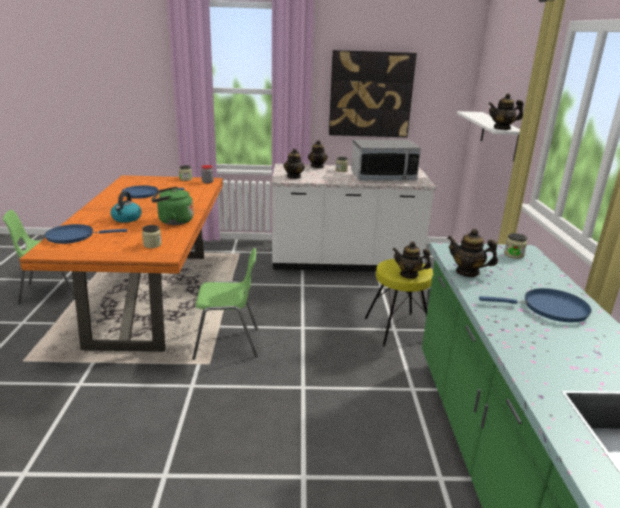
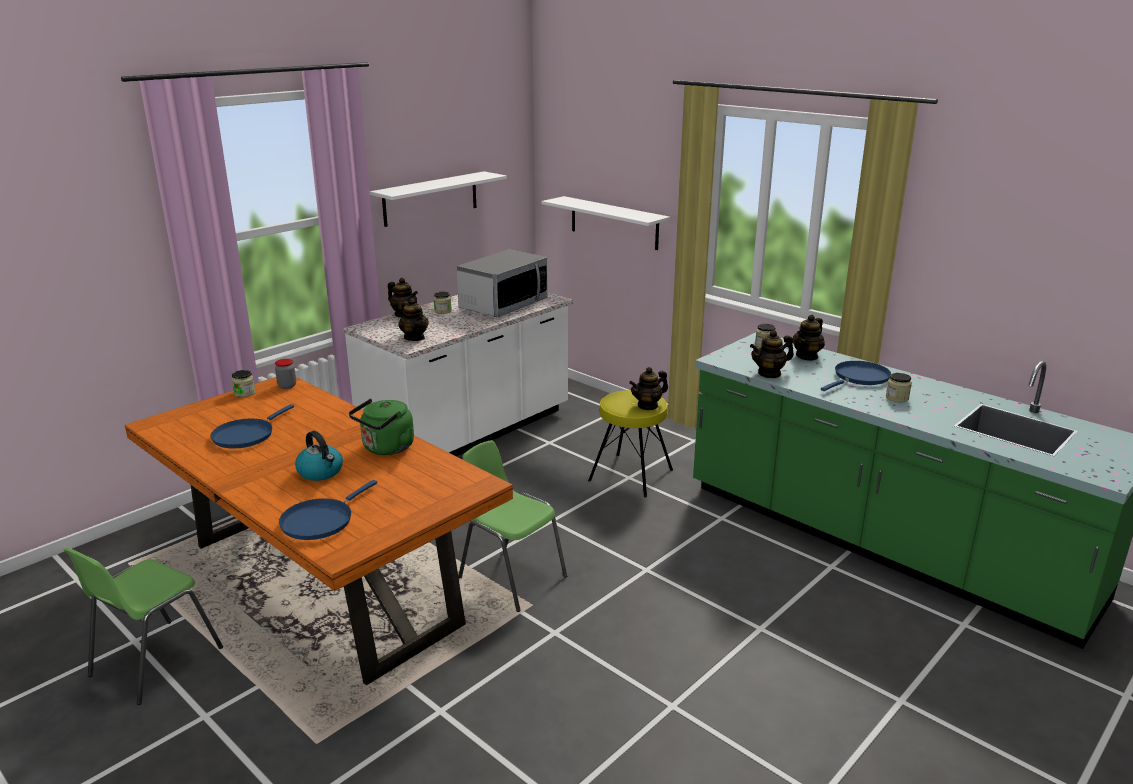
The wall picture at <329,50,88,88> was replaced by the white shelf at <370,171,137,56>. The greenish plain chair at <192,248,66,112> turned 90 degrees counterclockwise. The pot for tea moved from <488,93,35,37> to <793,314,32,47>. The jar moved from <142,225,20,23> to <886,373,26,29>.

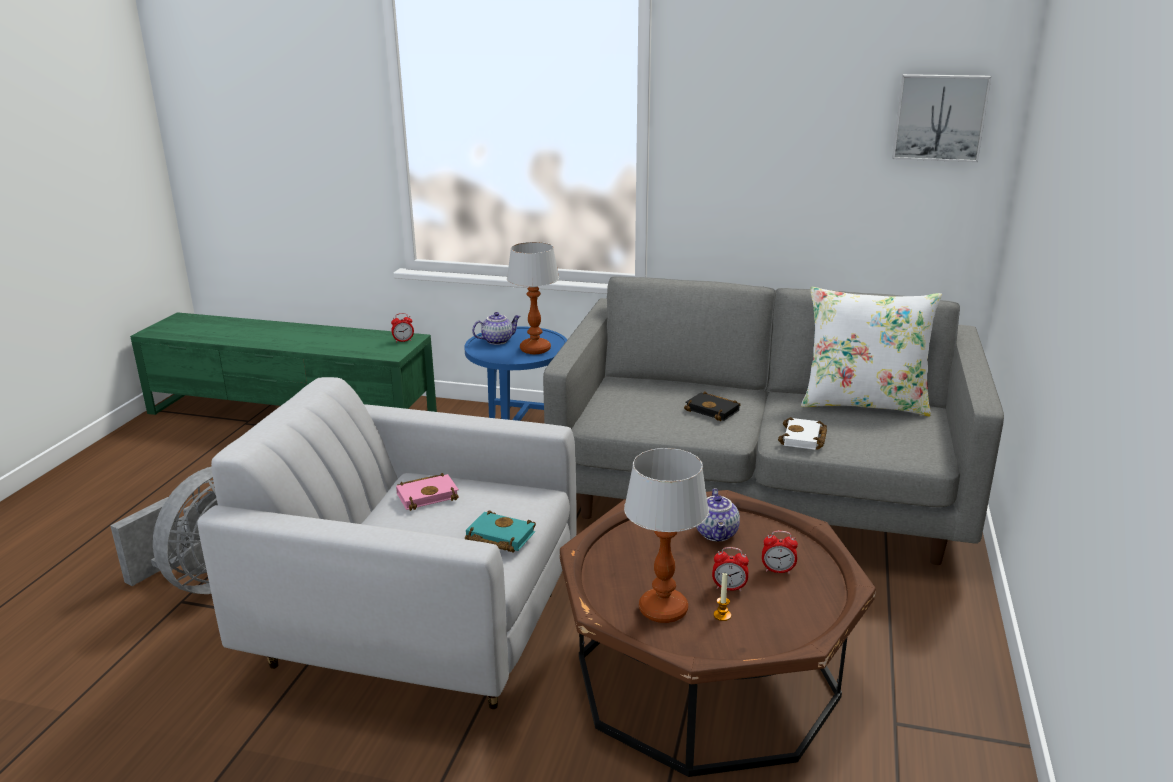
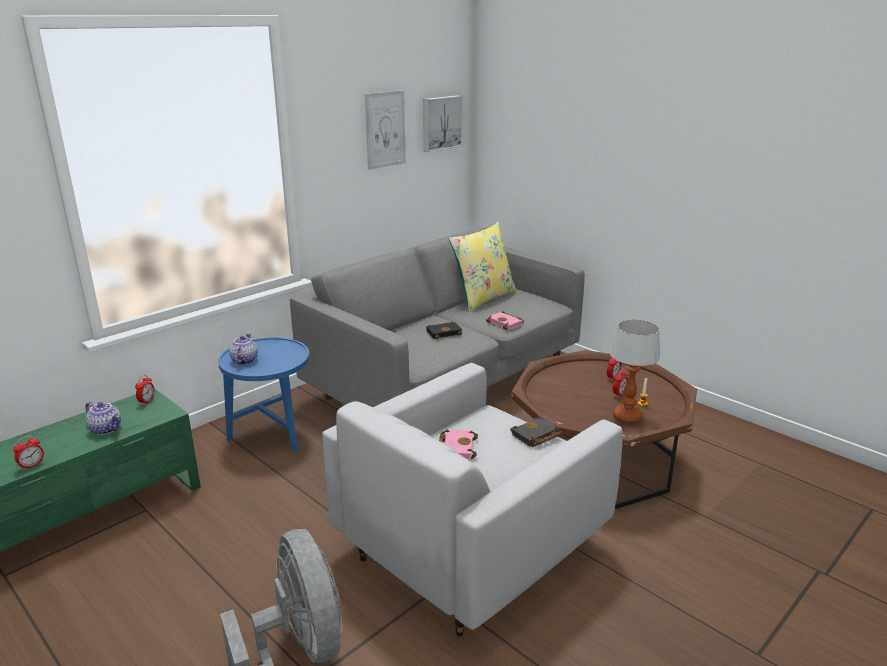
The table clock at <13,436,31,34> appeared. The pot for tea moved from <696,488,44,54> to <86,402,35,33>. The wall picture at <365,90,41,80> appeared. The white pillow at <801,287,141,129> became the yellow-coloured pillow at <449,222,67,90>. The white book at <778,417,49,33> became the pink book at <486,311,38,19>. The turquoise book at <465,511,71,42> became the black book at <510,416,52,31>. The table lamp at <507,242,52,112> disappeared.

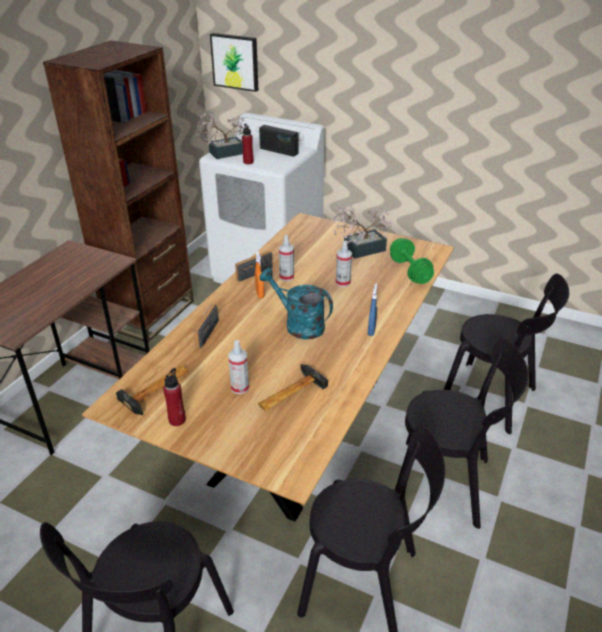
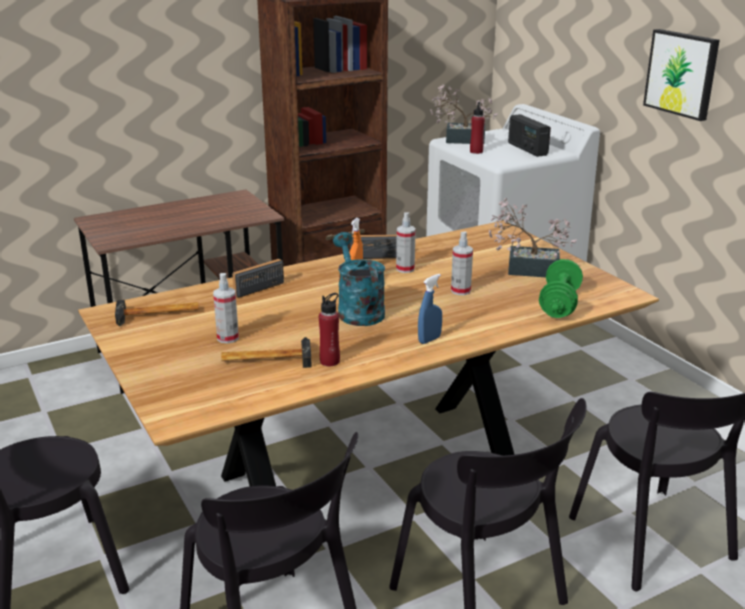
The red-coloured bottle moved from <163,368,23,58> to <319,293,21,73>. The wall picture moved from <210,33,48,59> to <643,29,77,92>.

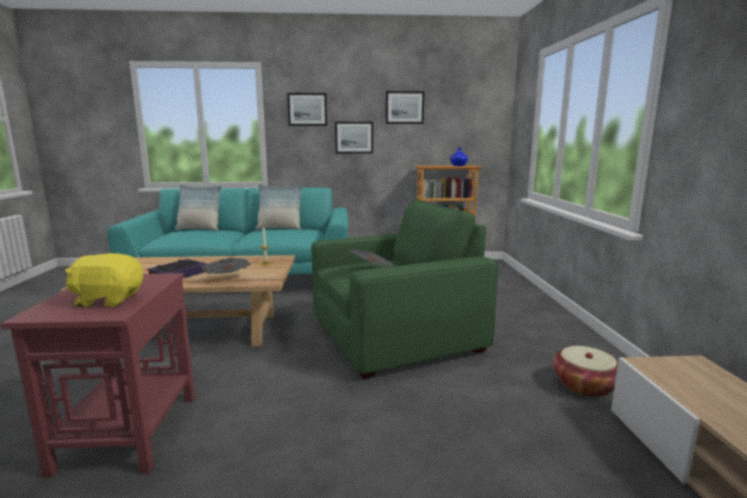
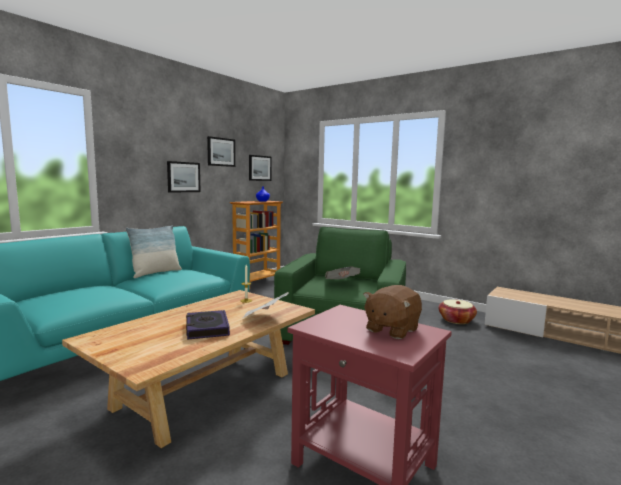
The wall picture moved from <287,93,40,33> to <249,155,23,26>. The yellow-coloured soft toy at <65,253,78,54> became the brown-coloured soft toy at <363,285,59,54>. The pillow at <175,184,47,47> disappeared.

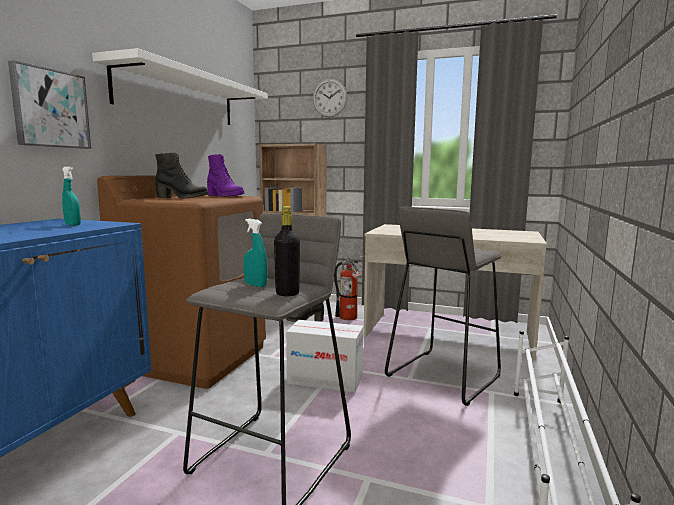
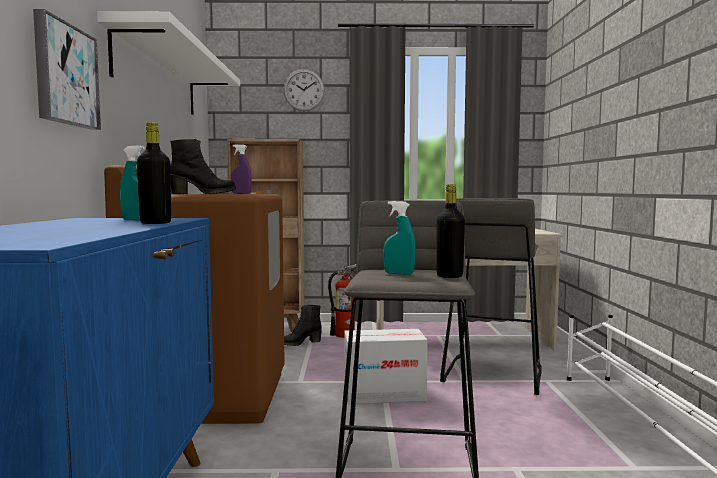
The black bottle at <137,122,34,102> appeared. The purple-coloured tall boot at <207,154,37,43> was replaced by the purple-coloured sprayer at <231,144,21,50>.

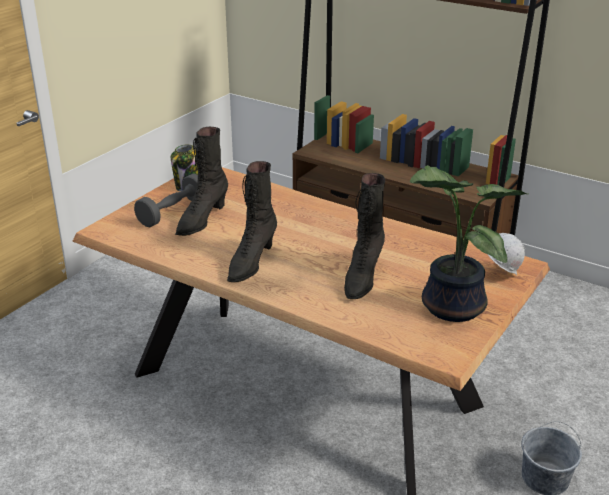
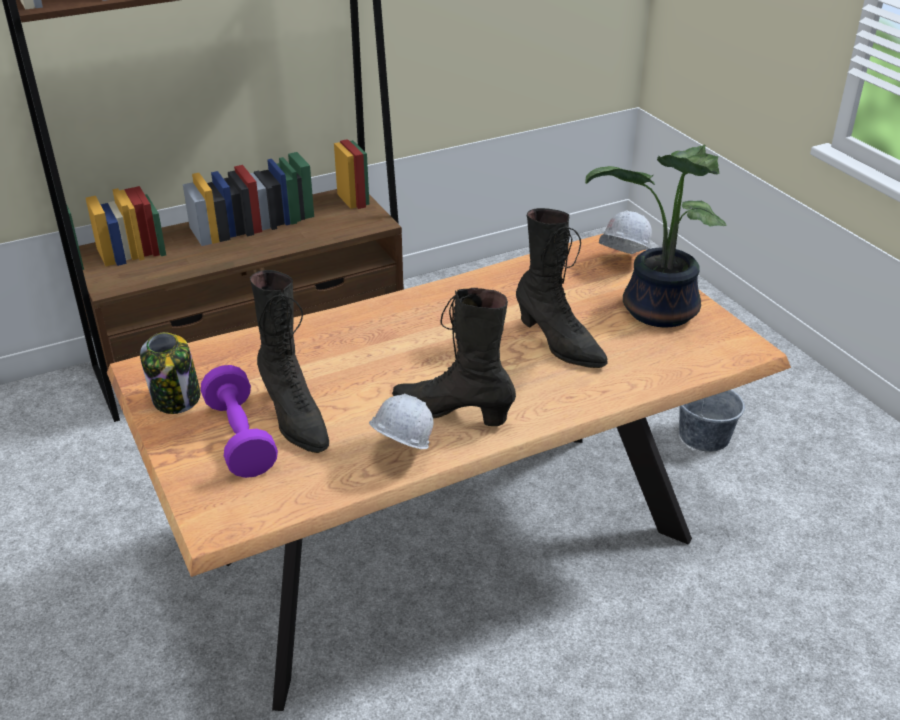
The gray free weight at <134,174,64,53> became the purple-coloured free weight at <201,365,77,113>. The white work helmet at <369,394,64,55> appeared. The black tall boot at <227,161,50,121> turned 150 degrees clockwise.

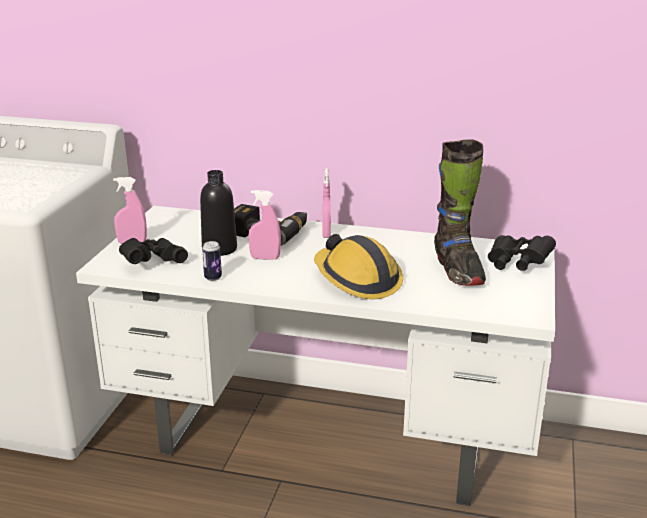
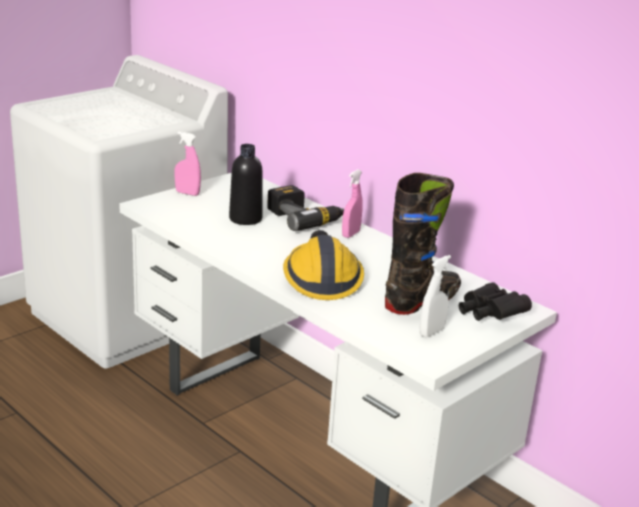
The black tall boot at <434,139,52,147> turned 150 degrees counterclockwise. The white sprayer at <420,255,31,82> appeared. The black pair of binoculars at <119,238,69,26> disappeared. The sealed can at <202,241,20,40> disappeared. The pink sprayer at <249,190,32,70> disappeared.

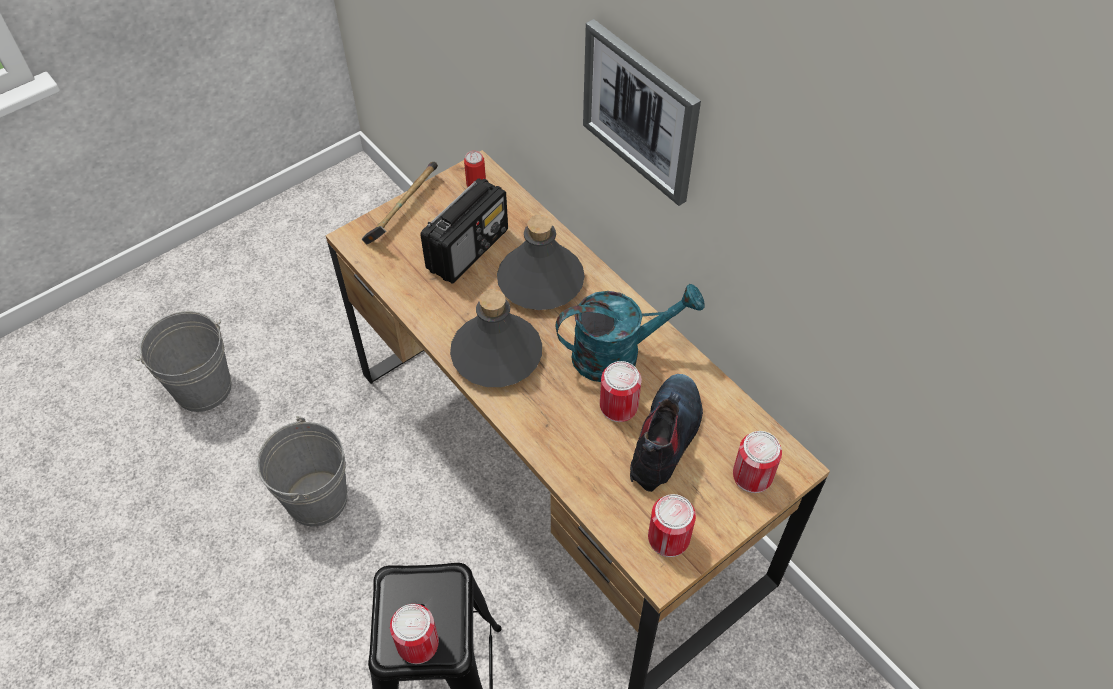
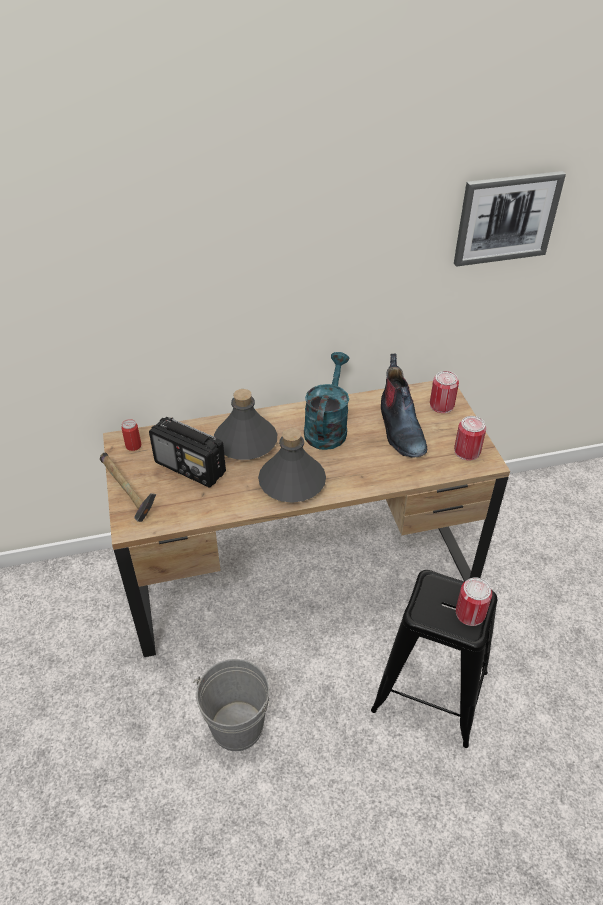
The radio set at <420,178,88,105> turned 150 degrees clockwise. The tall boot at <630,374,73,118> turned 150 degrees counterclockwise. The wall picture moved from <583,19,118,187> to <454,171,112,96>. The gray water bucket at <134,311,98,101> disappeared. The sealed can at <600,361,42,61> disappeared.

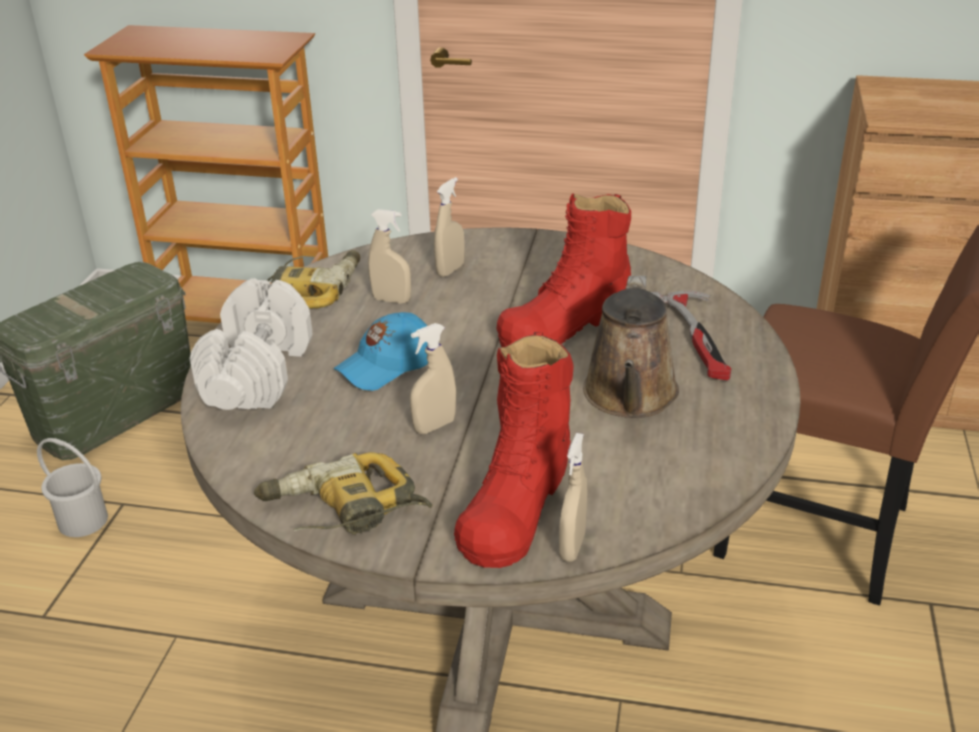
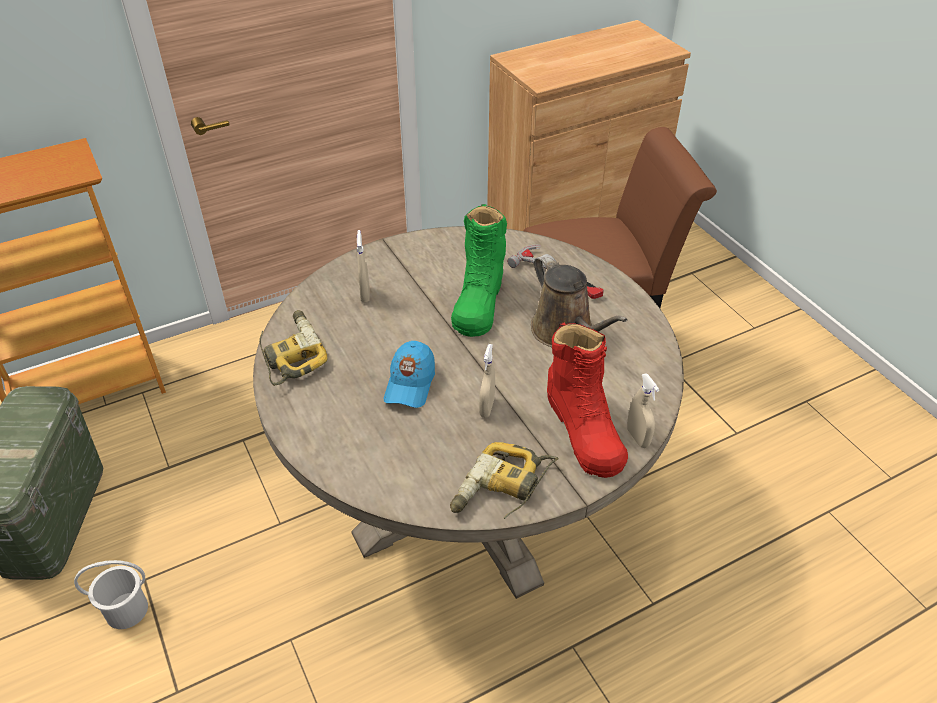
The red-coloured tall boot at <497,194,134,154> became the greenish tall boot at <451,204,56,133>. The white free weight at <189,278,123,132> disappeared. The beige-coloured sprayer at <368,209,43,95> disappeared.

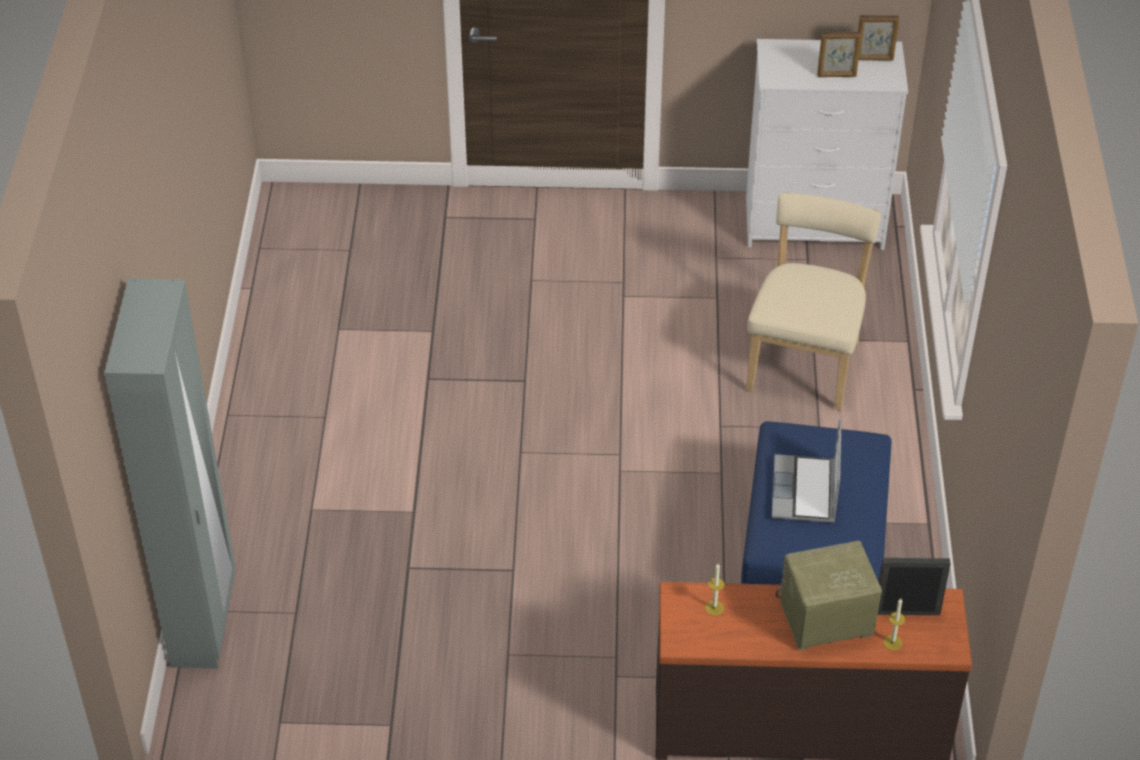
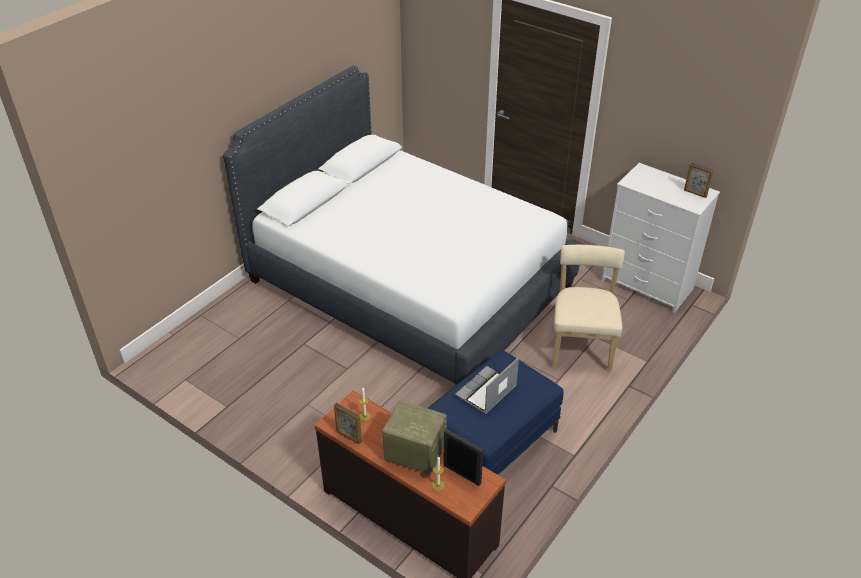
The white bedroom bed at <223,66,359,319> appeared. The standing frame moved from <817,32,45,45> to <334,403,28,41>. The beige-coloured plain chair at <746,193,135,218> turned 45 degrees counterclockwise. The gray clothes cupboard at <104,278,132,391> disappeared.

